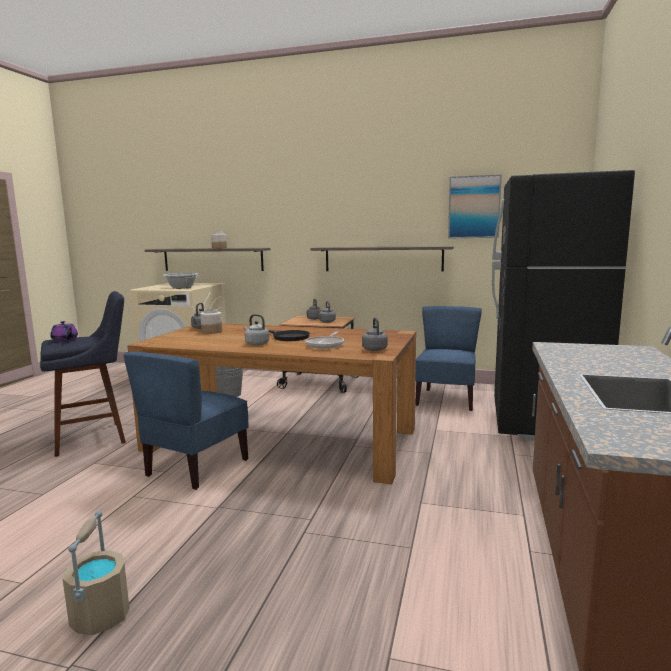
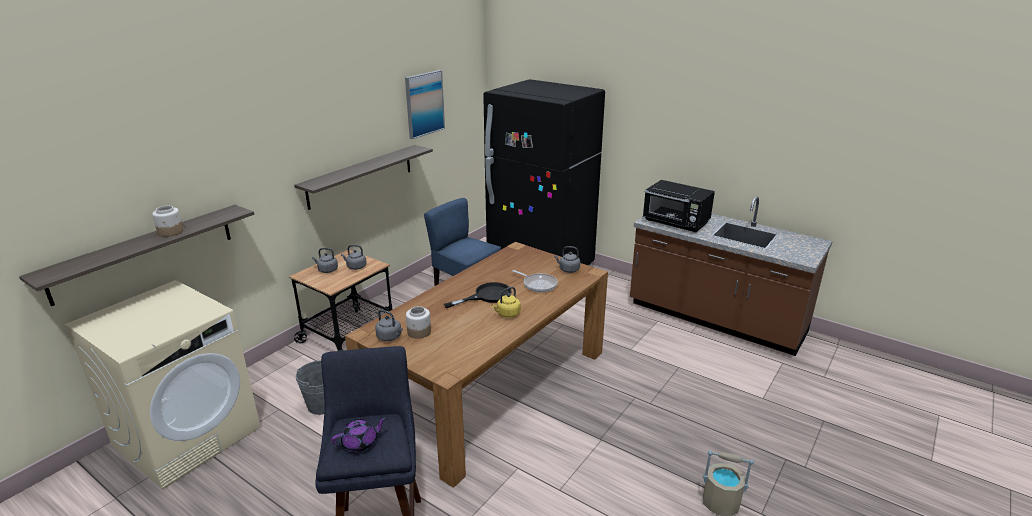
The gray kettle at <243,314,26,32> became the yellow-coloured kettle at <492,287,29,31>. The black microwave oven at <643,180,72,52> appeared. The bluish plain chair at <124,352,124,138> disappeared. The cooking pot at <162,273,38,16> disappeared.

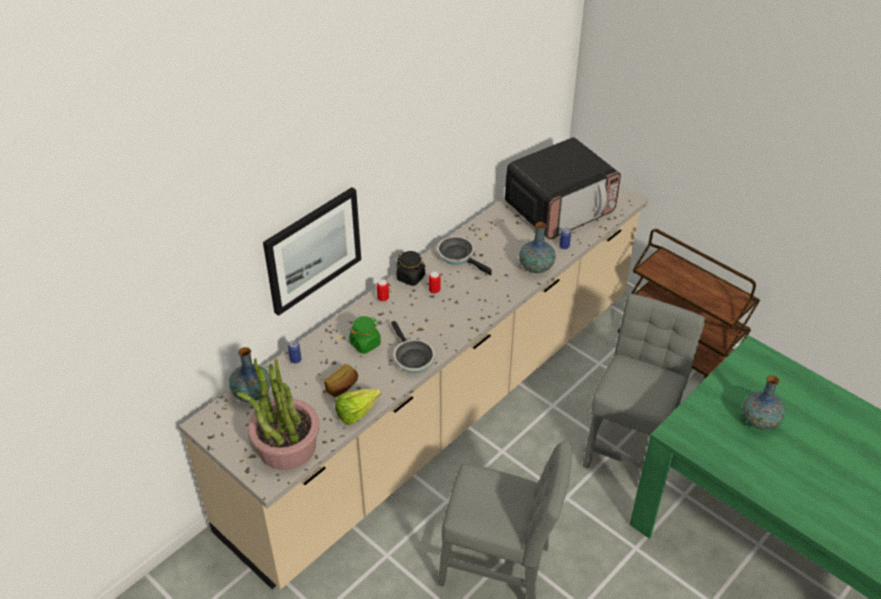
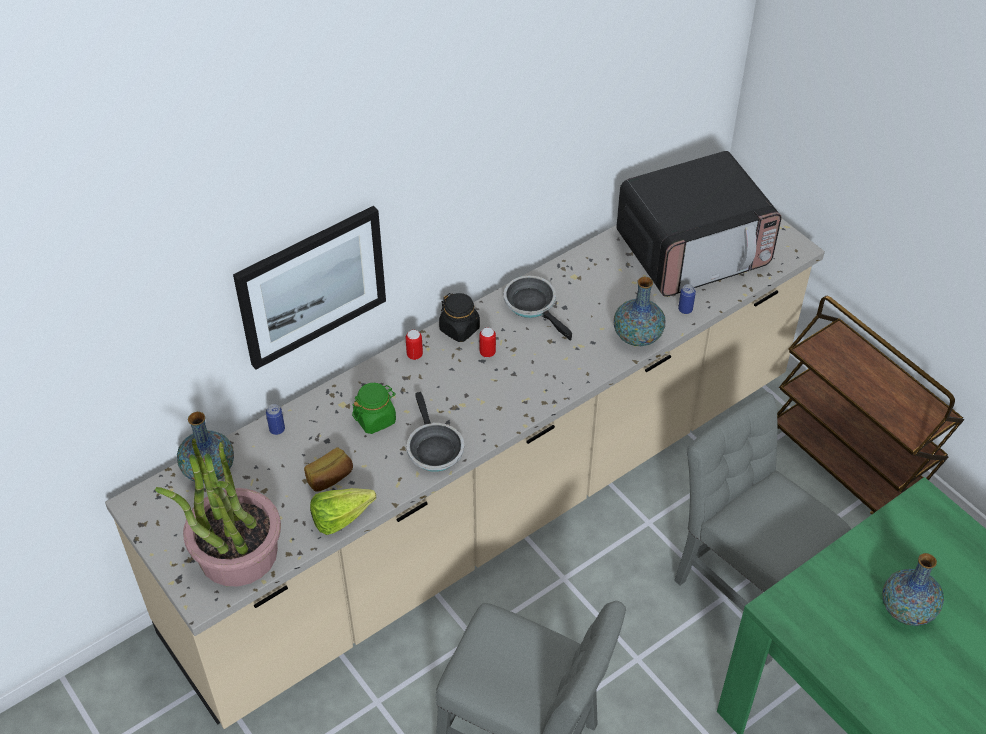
The gray plain chair at <583,294,123,192> turned 75 degrees counterclockwise.

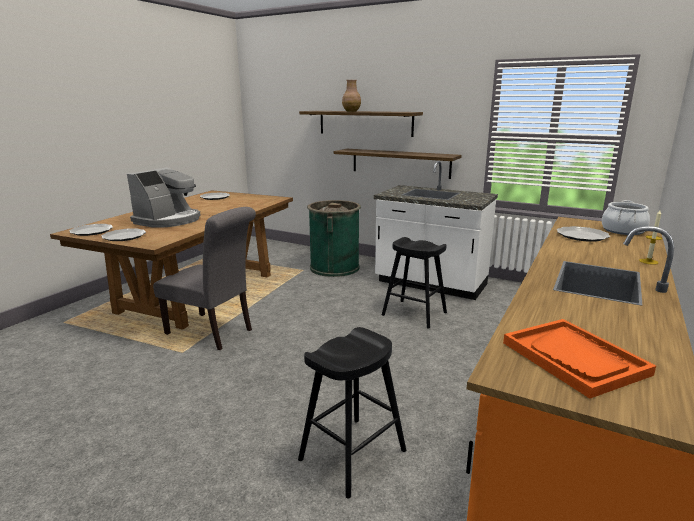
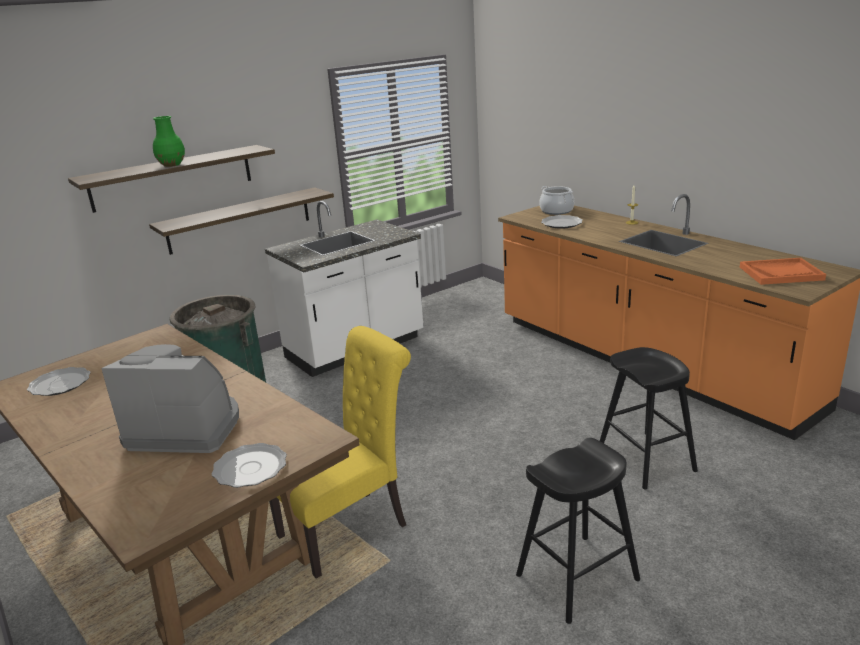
The coffee brewer at <127,168,74,60> turned 45 degrees counterclockwise. The brown-coloured flower vase at <342,80,19,32> became the greenish flower vase at <153,116,32,51>. The gray plain chair at <153,207,103,143> became the yellow-coloured plain chair at <269,326,142,253>. The black stool moved from <382,237,65,92> to <516,438,124,186>. The dinner plate at <69,224,44,12> disappeared.

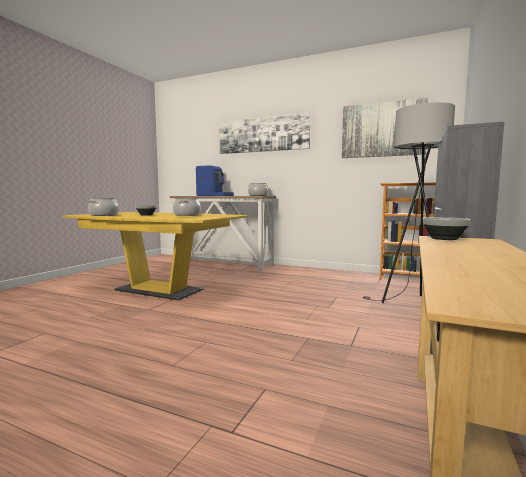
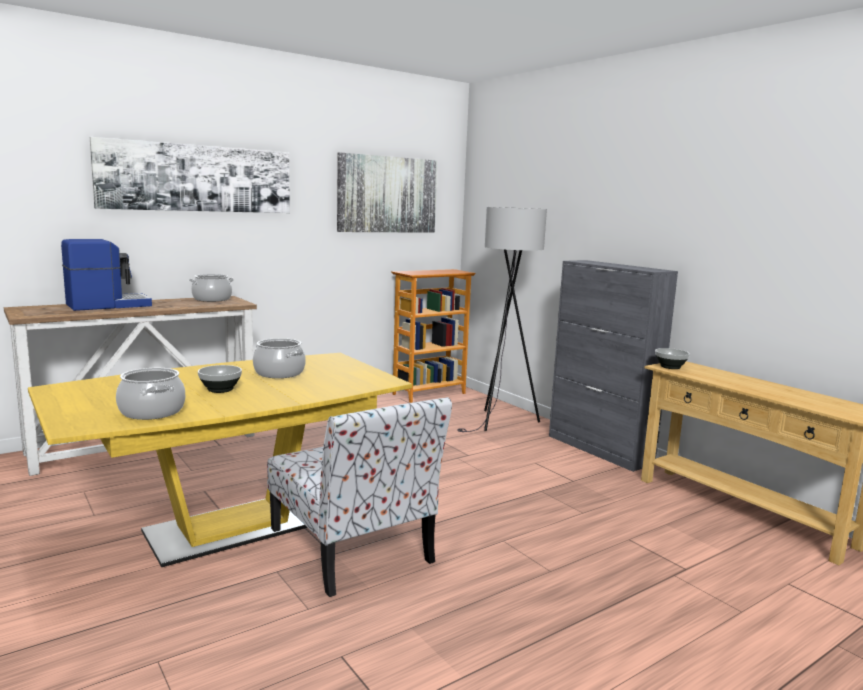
The plain chair at <267,397,185,200> appeared.

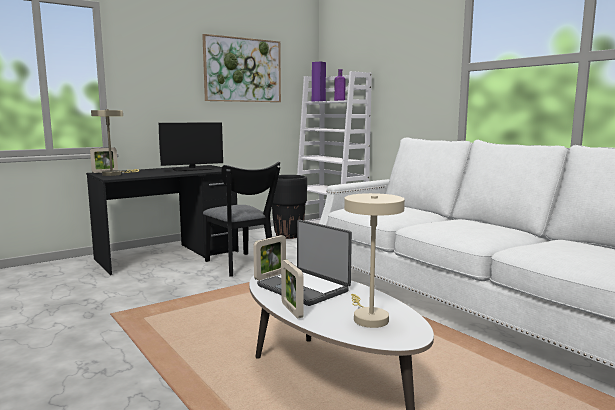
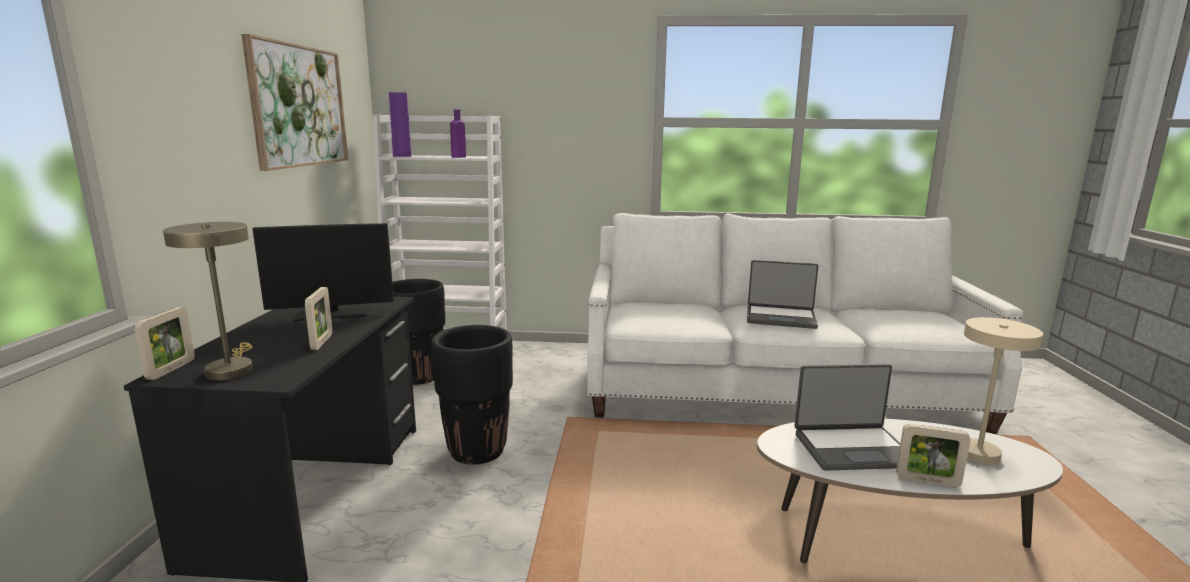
The monitor at <159,122,64,49> turned 60 degrees clockwise. The standing frame moved from <253,235,33,46> to <305,287,28,63>. The black plain chair at <203,161,77,116> was replaced by the black plant pot at <431,325,82,140>. The portable computer at <747,260,71,69> appeared.

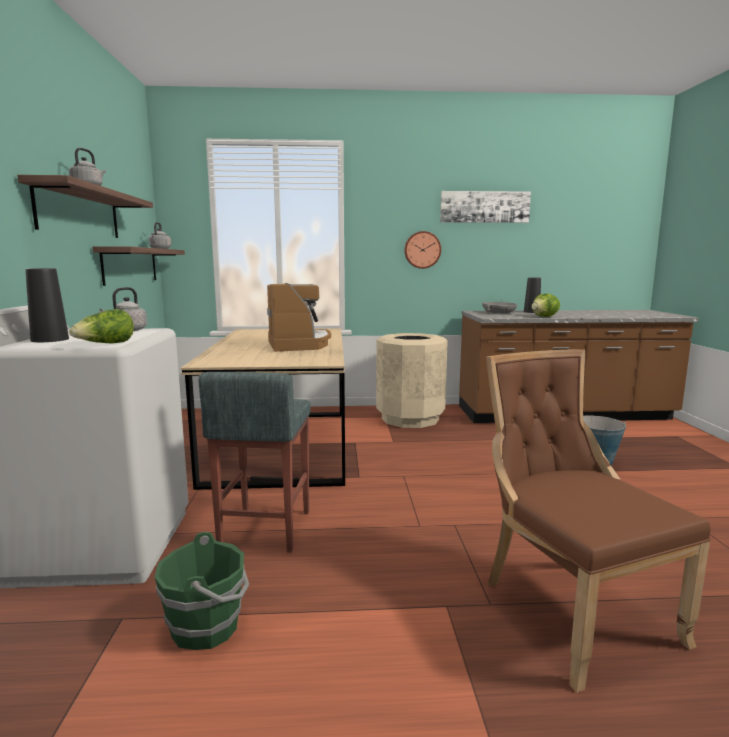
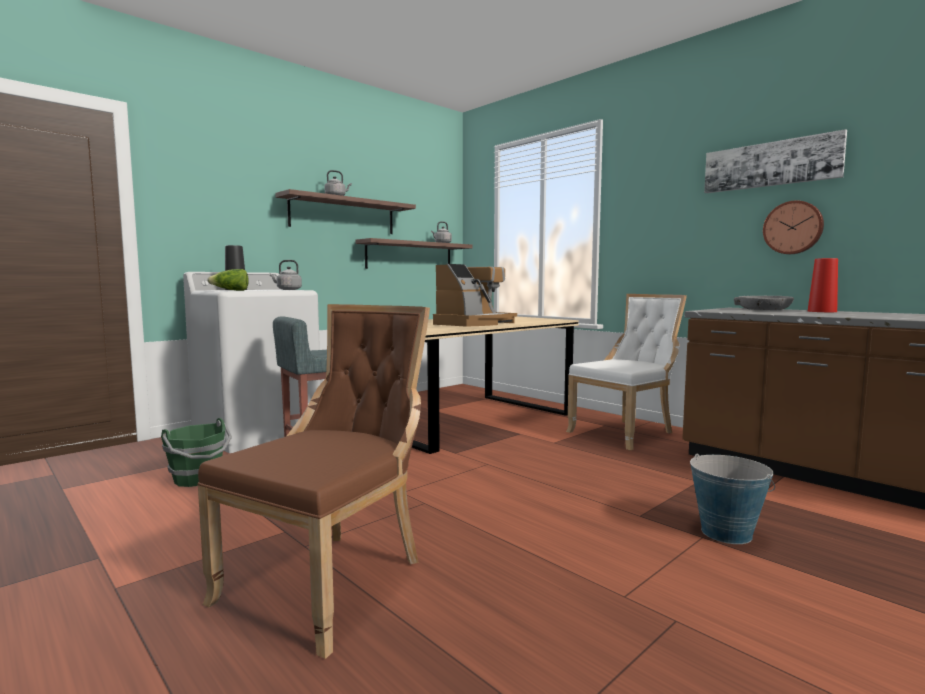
The beige-coloured rubbish bin at <376,333,72,95> was replaced by the white plain chair at <566,294,121,156>. The wall clock moved from <404,231,37,38> to <763,200,61,54>. The black flower vase at <524,277,17,36> became the red-coloured flower vase at <808,258,30,54>. The head of lettuce at <532,294,28,23> disappeared.

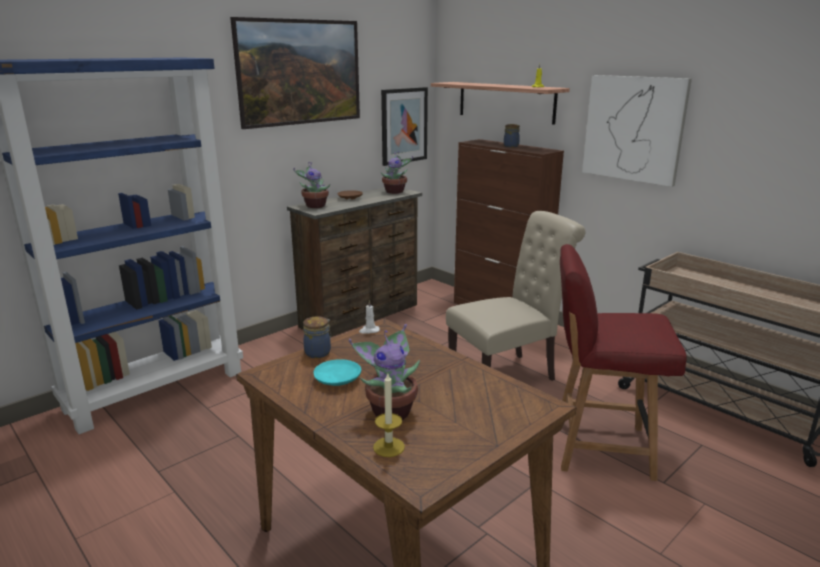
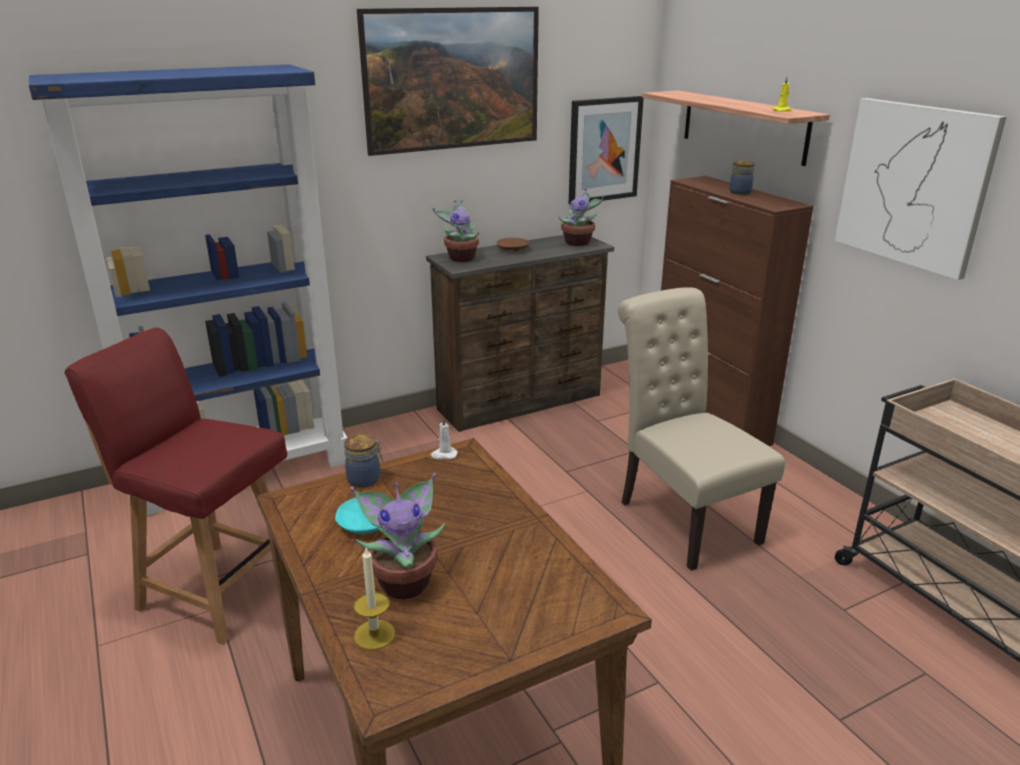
The red-coloured plain chair moved from <560,244,127,237> to <65,328,222,317>. The beige-coloured plain chair at <446,211,140,170> turned 105 degrees counterclockwise.

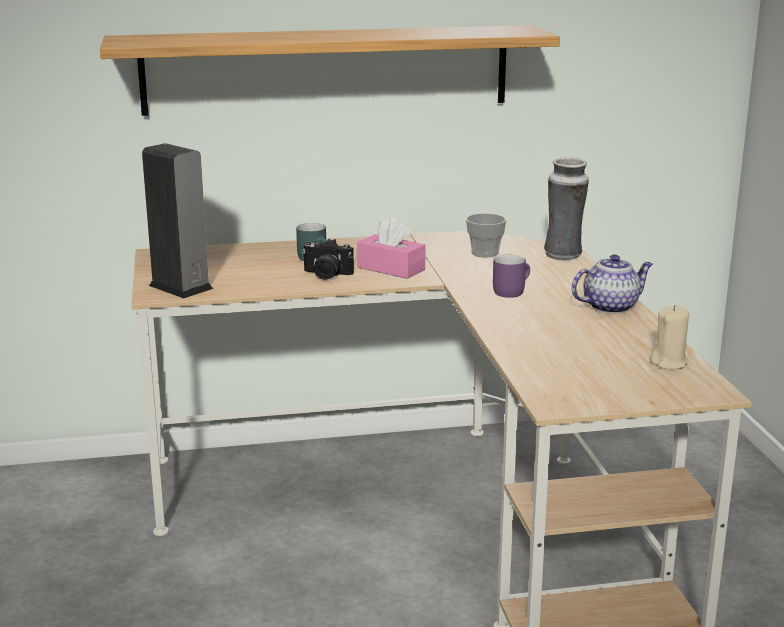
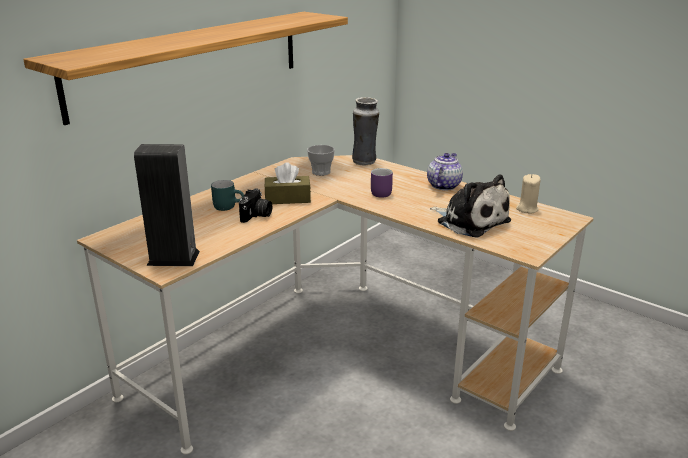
The photo camera at <302,239,52,41> turned 45 degrees counterclockwise. The pink tissue box at <357,217,69,62> became the brown-coloured tissue box at <264,162,47,42>. The soft toy at <430,175,81,63> appeared.

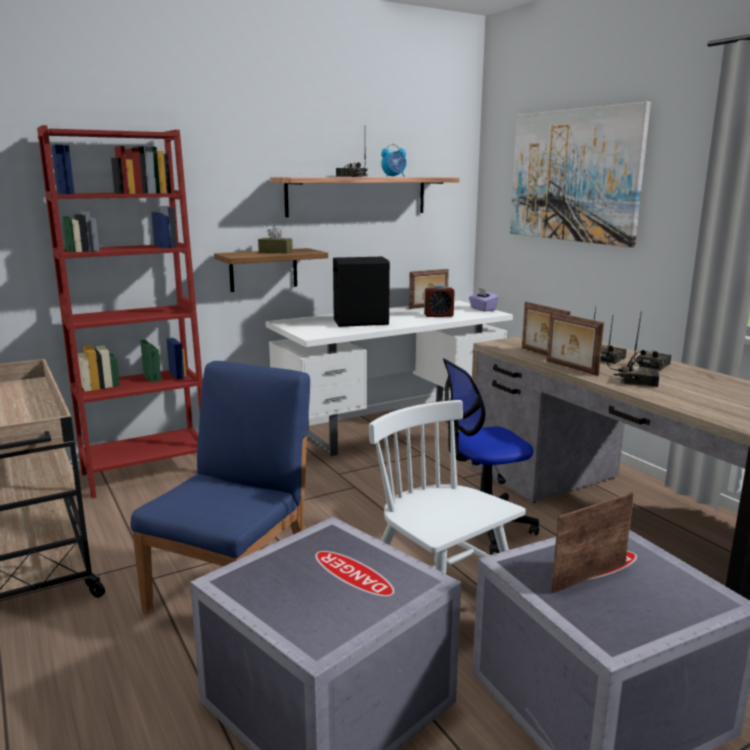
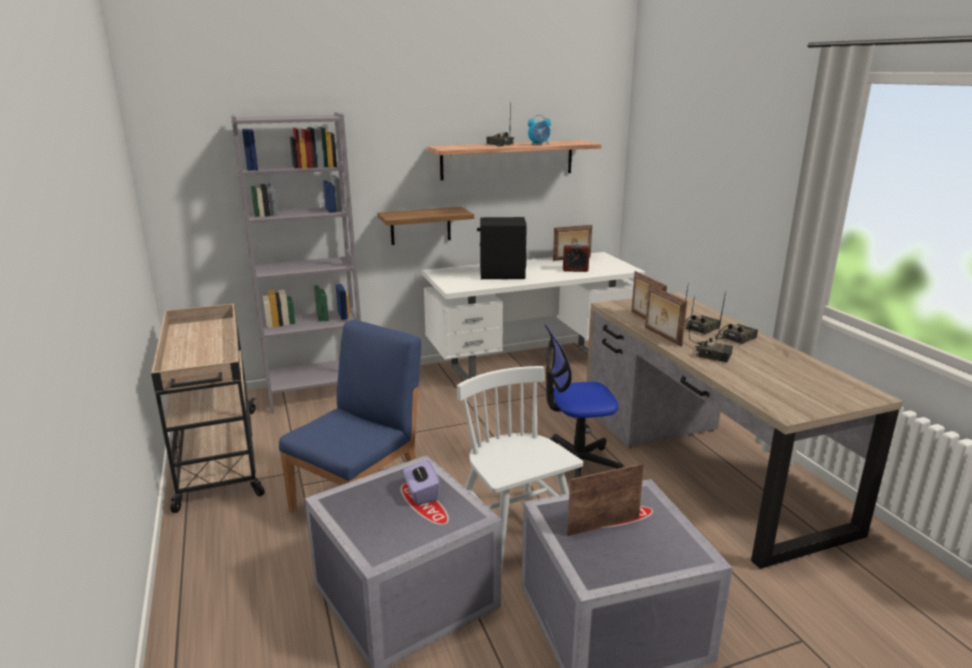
The red-coloured shelving unit at <37,125,166,374> became the gray shelving unit at <231,112,130,302>. The purple-coloured tissue box moved from <469,287,30,25> to <403,460,37,45>. The brown-coloured tissue box at <258,226,35,28> disappeared. The wall picture at <510,102,141,145> disappeared.

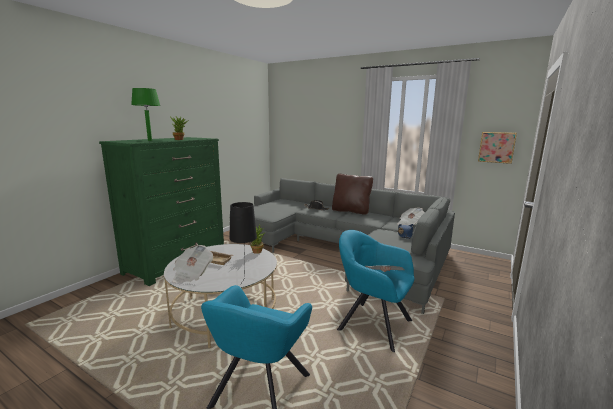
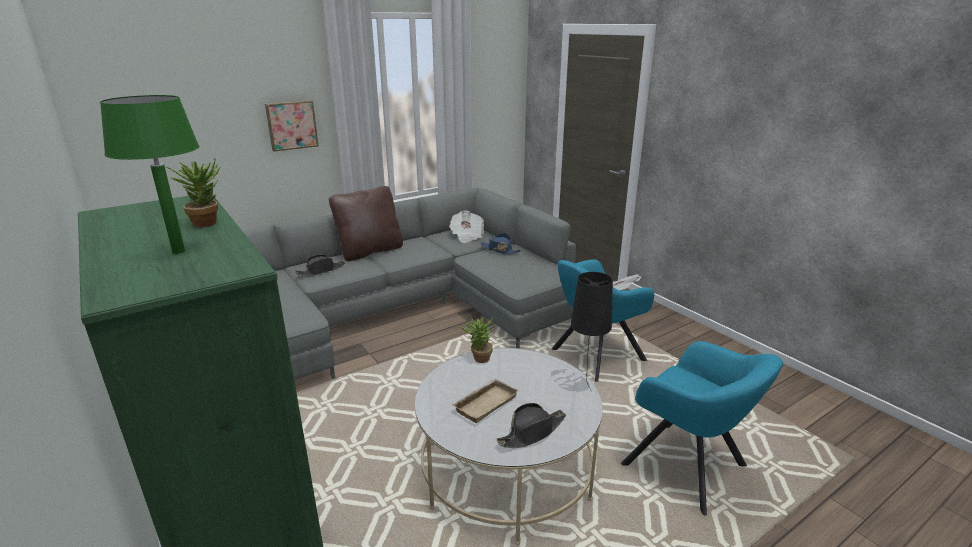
The wall picture moved from <478,132,39,32> to <265,100,53,52>. The printed paper at <173,245,40,38> was replaced by the black hat at <497,403,69,45>.

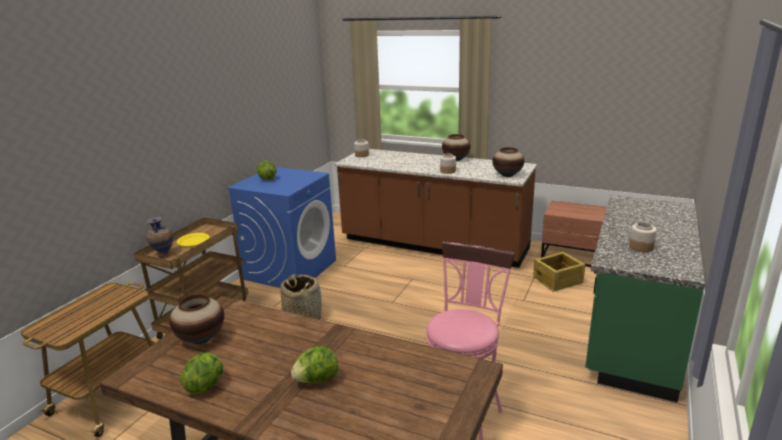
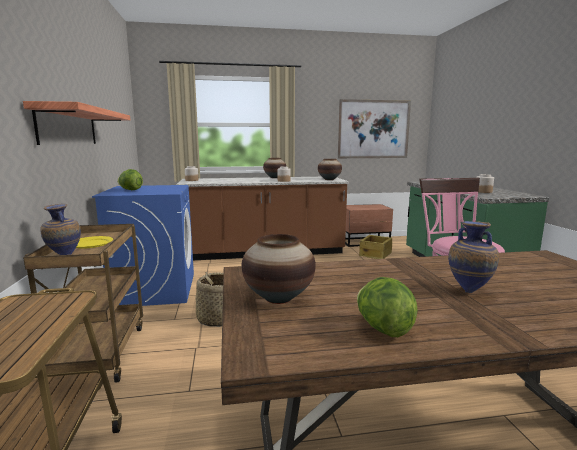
The shelf at <23,101,107,44> appeared. The wall picture at <338,99,73,59> appeared. The head of lettuce at <291,346,47,38> was replaced by the flower vase at <448,221,51,72>.

